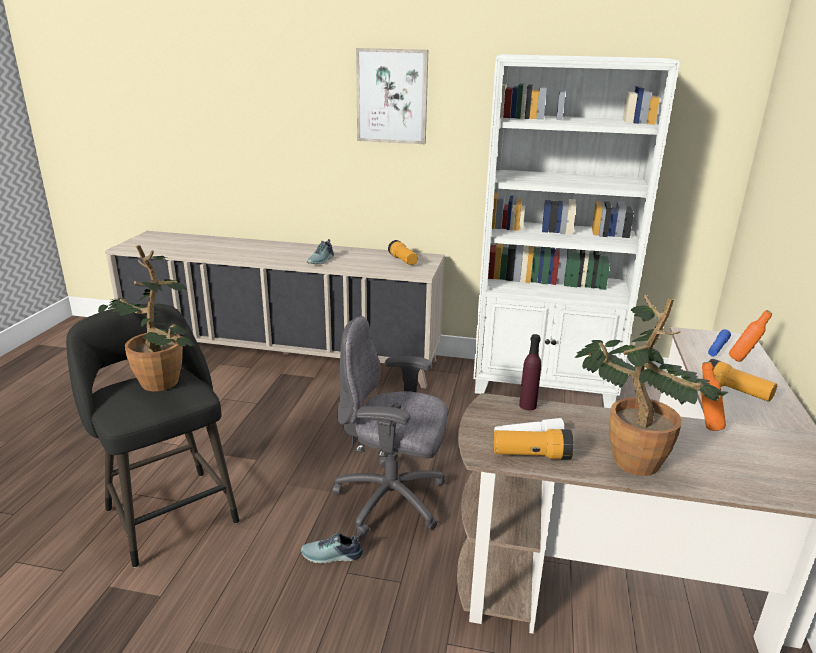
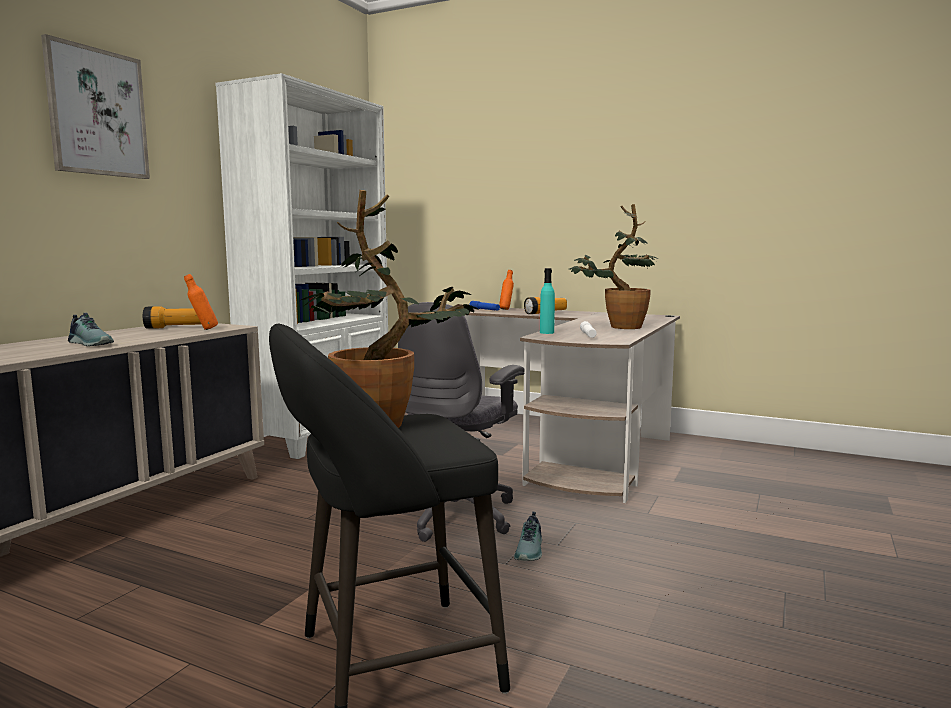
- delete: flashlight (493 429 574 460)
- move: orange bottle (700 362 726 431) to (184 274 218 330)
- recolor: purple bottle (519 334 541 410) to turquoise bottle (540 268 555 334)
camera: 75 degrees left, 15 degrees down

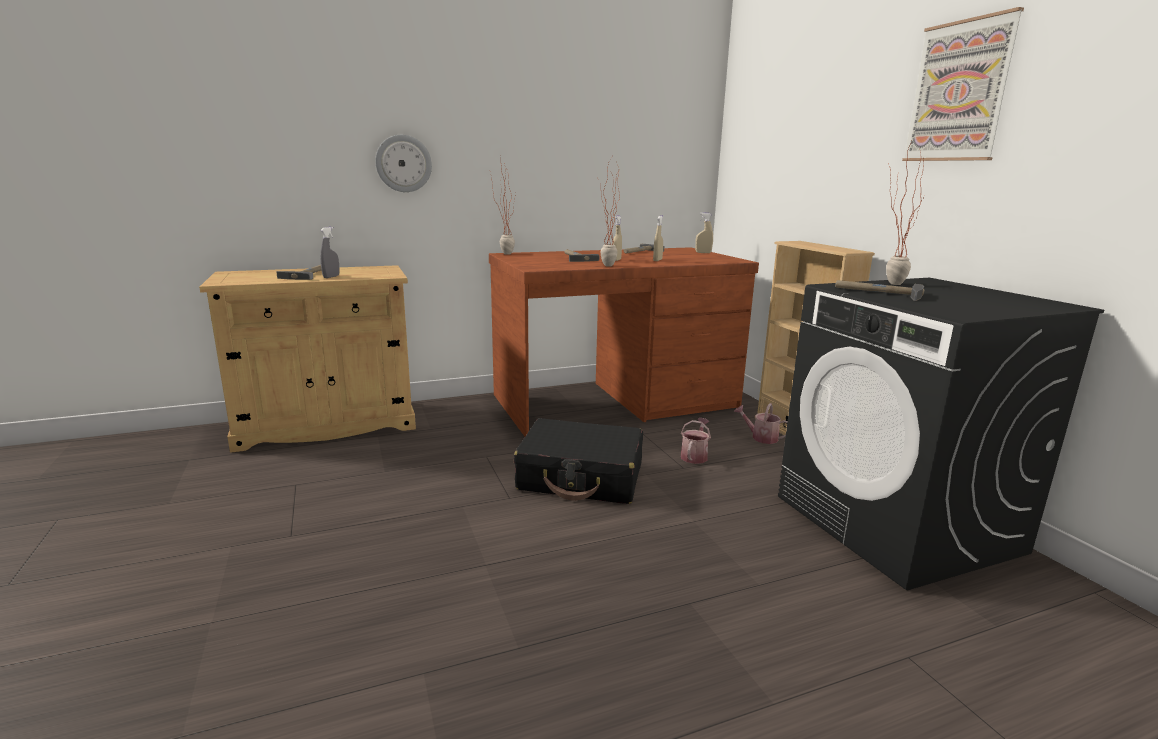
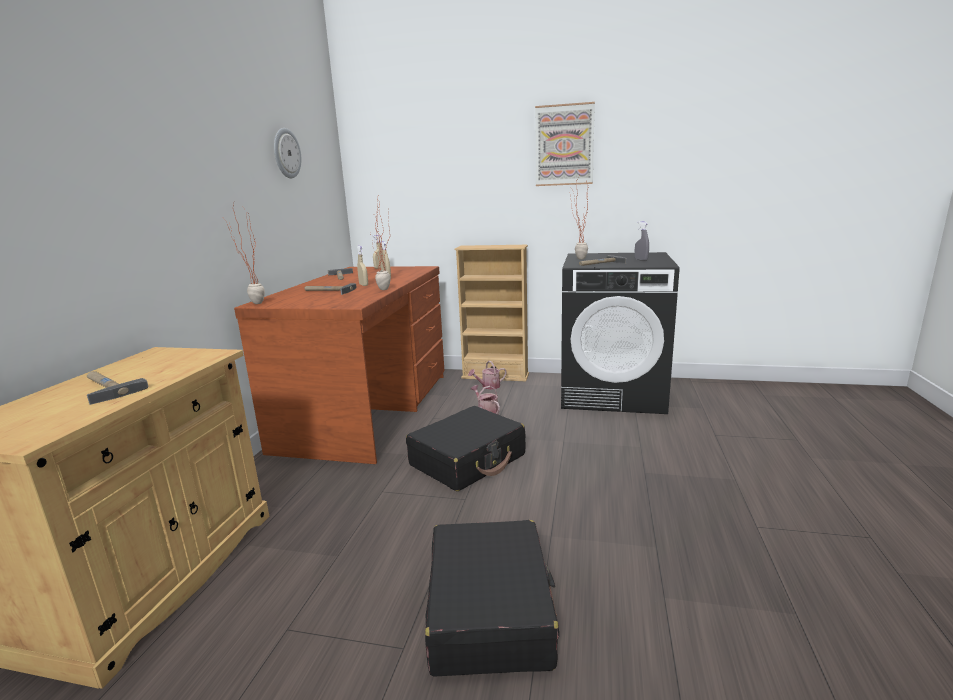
- insert: black suitcase (425 520 559 676)
- move: grey spray bottle (320 227 340 278) to (635 221 649 261)
- move: wall clock (375 135 432 192) to (274 128 301 178)
camera: 55 degrees left, 0 degrees up

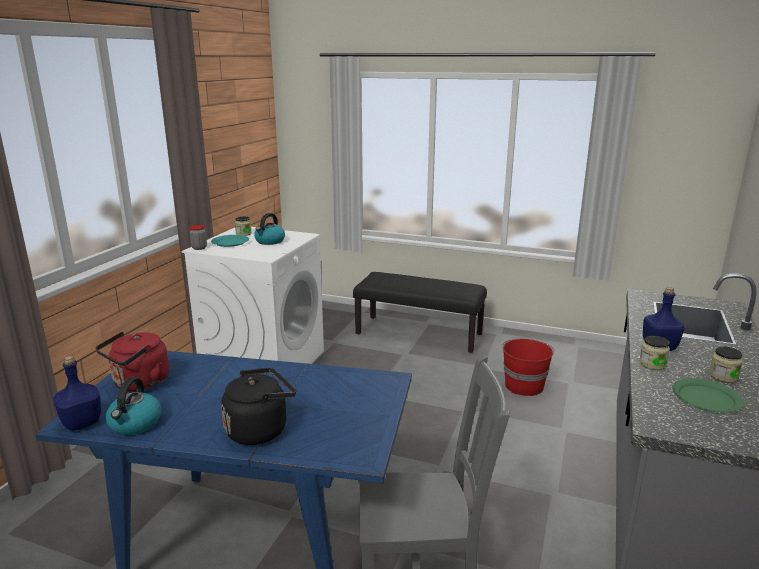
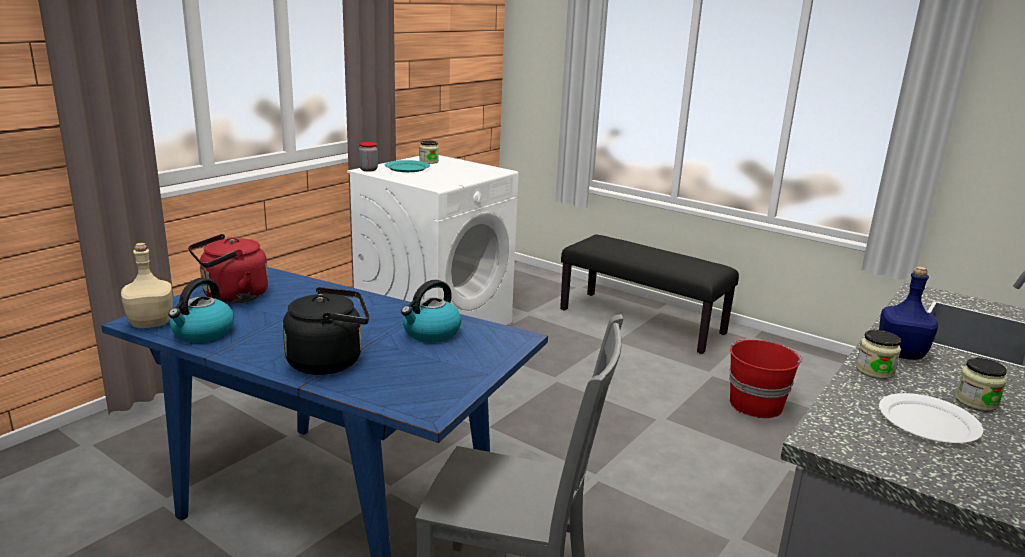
- move: kettle (254 213 285 245) to (401 280 461 342)
- recolor: blue bottle (53 356 101 431) to beige bottle (121 243 173 328)
- recolor: green plate (672 378 744 412) to white plate (879 393 983 443)
camera: 15 degrees right, 0 degrees up

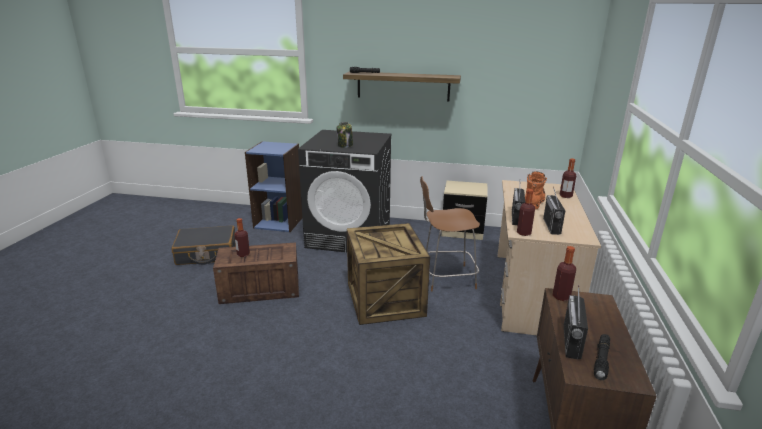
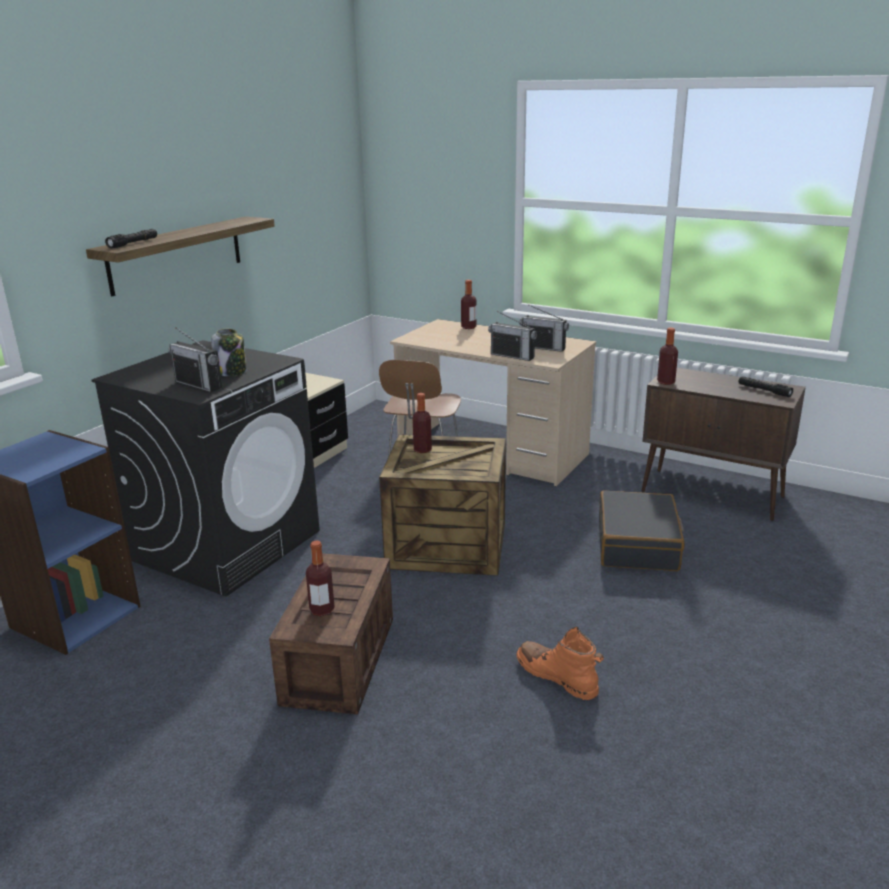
- move: black suitcase (171 225 236 265) to (599 491 684 571)
- move: bottle (517 189 535 236) to (412 393 432 453)
- move: orange boot (525 171 547 210) to (516 627 604 700)
- move: radio (564 285 588 359) to (168 327 222 392)
camera: 70 degrees left, 0 degrees up

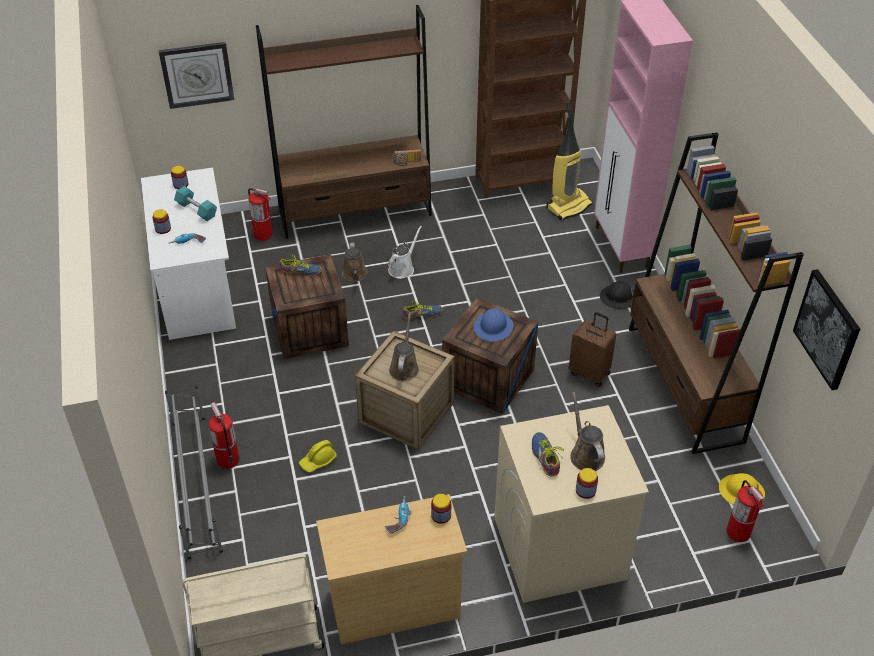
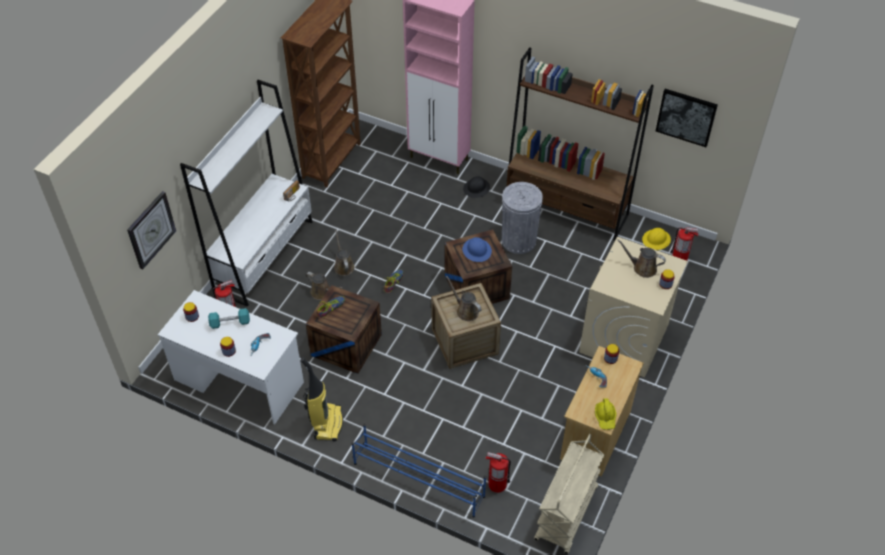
- delete: shoe (532 432 564 477)
- move: fire extinguisher (209 402 240 469) to (485 452 511 493)
- move: yellow hard hat (299 440 337 473) to (595 398 616 430)
- move: vacuum cleaner (546 101 593 220) to (300 357 343 442)
- replace: brown suitcase (569 312 616 387) to grey trash can (502 182 543 254)
- recolor: grey shoe rack (165 385 223 559) to blue shoe rack (352 424 486 518)
- recolor: brown bookcase (256 5 432 239) to white bookcase (180 80 312 307)
- recolor: white watering can (388 226 422 279) to brown watering can (334 230 355 276)
camera: 50 degrees left, 5 degrees up

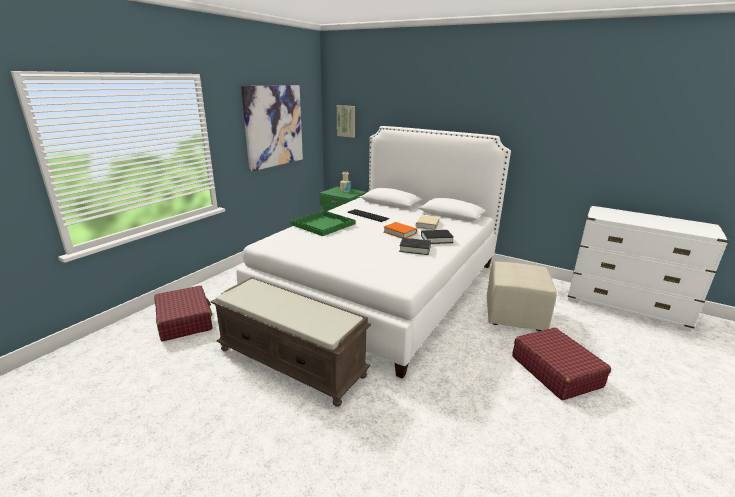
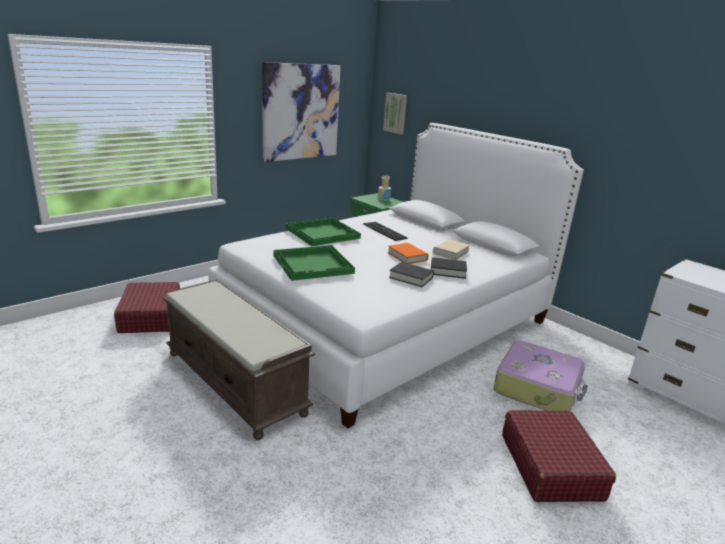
- insert: green tray (273 245 355 281)
- replace: beige ottoman (487 261 557 331) to suitcase (493 340 588 411)
camera: 15 degrees right, 0 degrees up

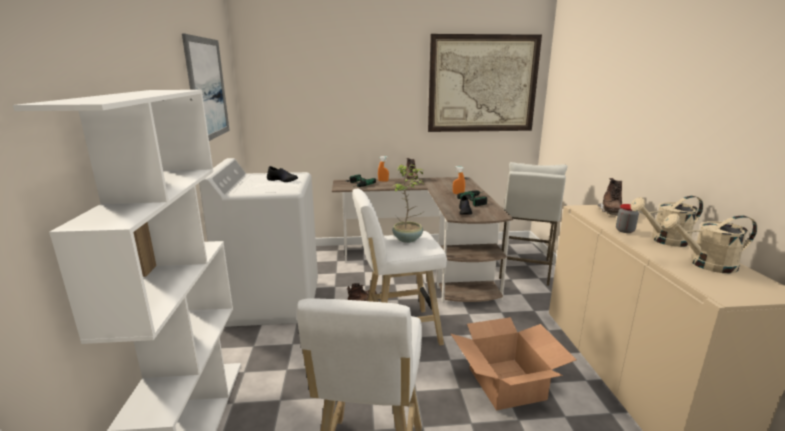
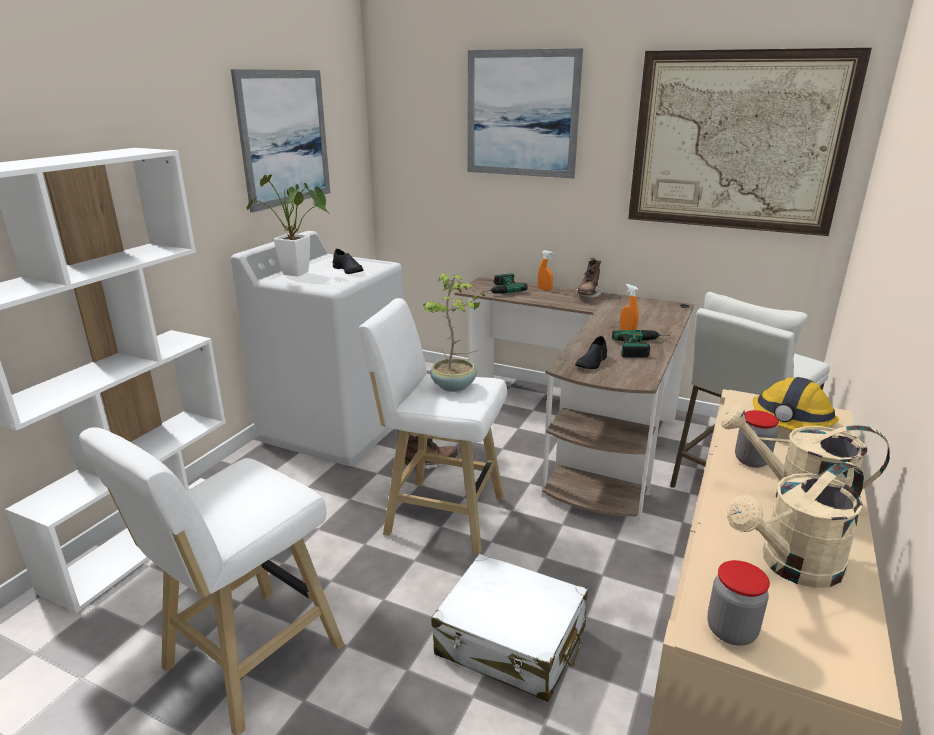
- insert: potted plant (247 175 329 277)
- insert: picture (468 48 583 179)
- insert: jar (707 560 770 646)
- replace: cardboard box (451 317 577 410) to white suitcase (431 554 588 702)
- replace: brown boot (598 178 622 215) to hard hat (753 377 839 431)
- rotate: beige watering can (663 213 757 273) = (727 462 864 588) 60 degrees counterclockwise
camera: 30 degrees right, 5 degrees up

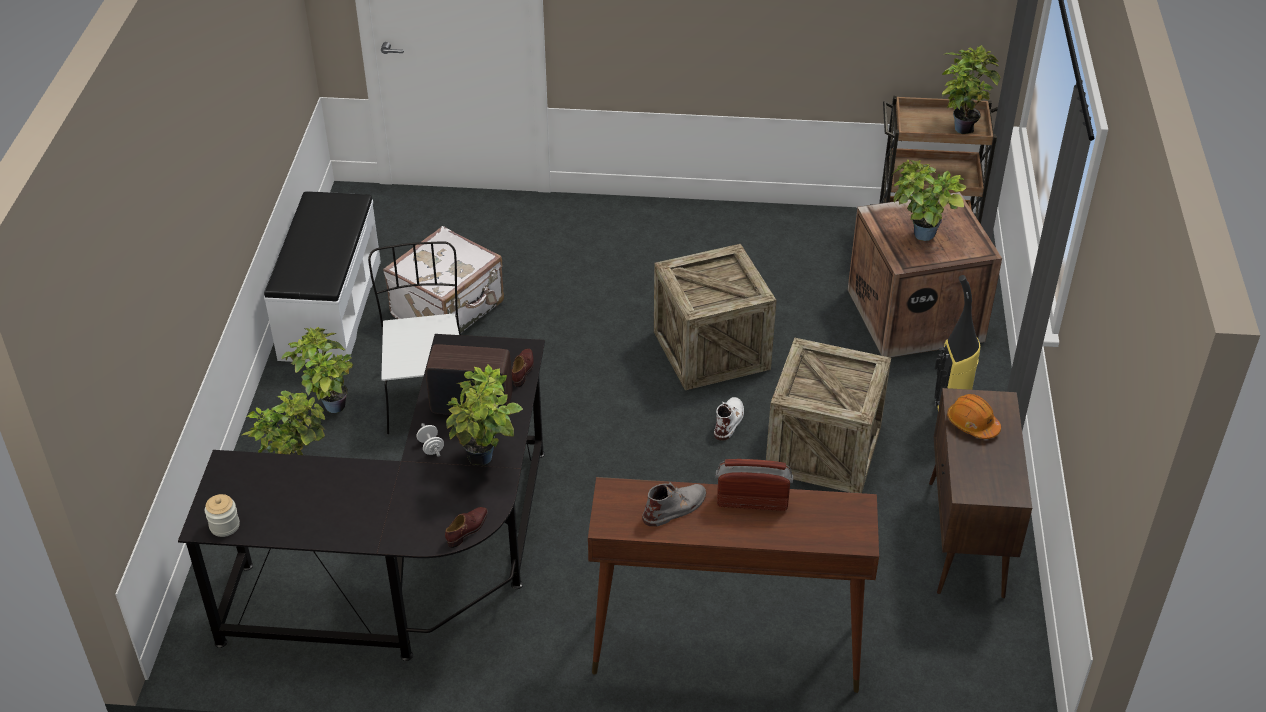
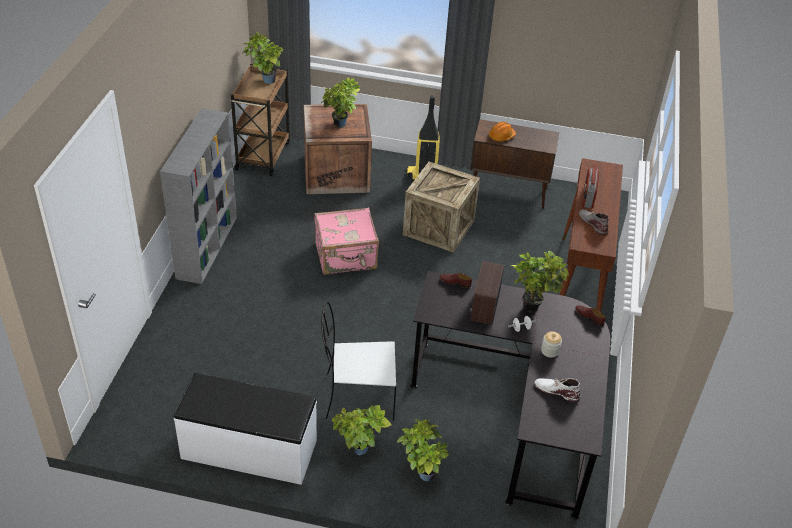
- delete: white suitcase (383 226 504 333)
- insert: grey bookcase (160 108 237 284)
- move: jar (205 494 240 537) to (541 331 562 358)
- move: white boot (714 397 744 441) to (534 378 580 402)
- replace: crate (654 244 776 390) to pink suitcase (314 207 379 275)
camera: 85 degrees left, 0 degrees up

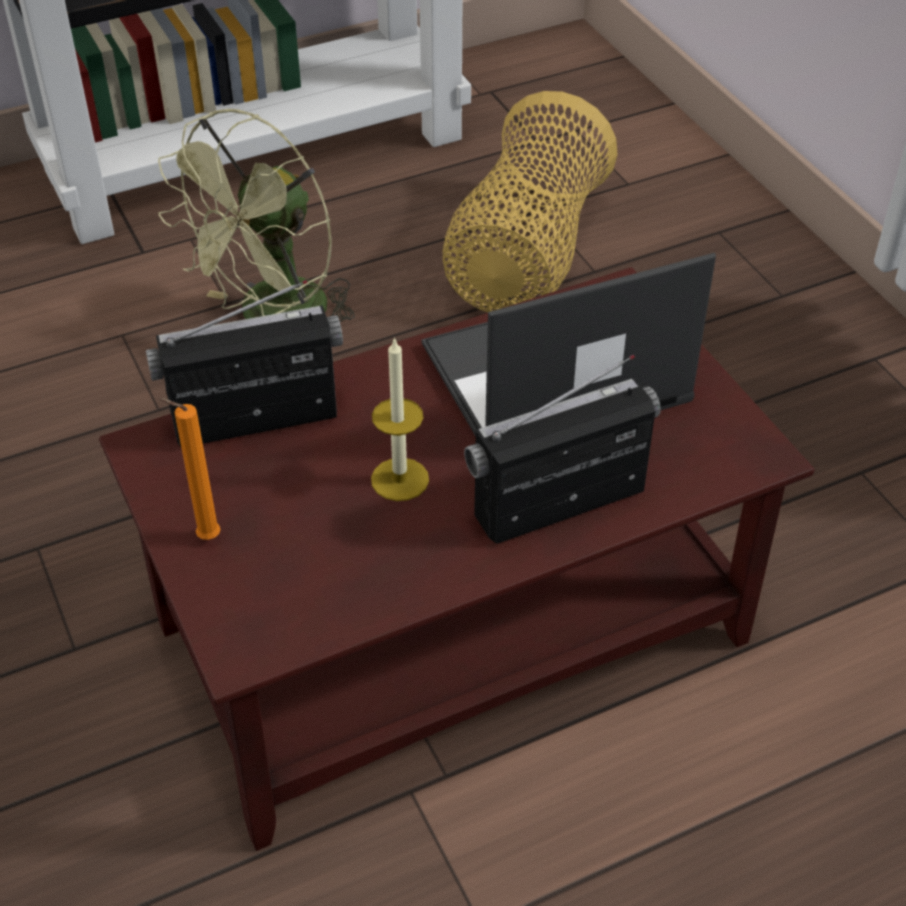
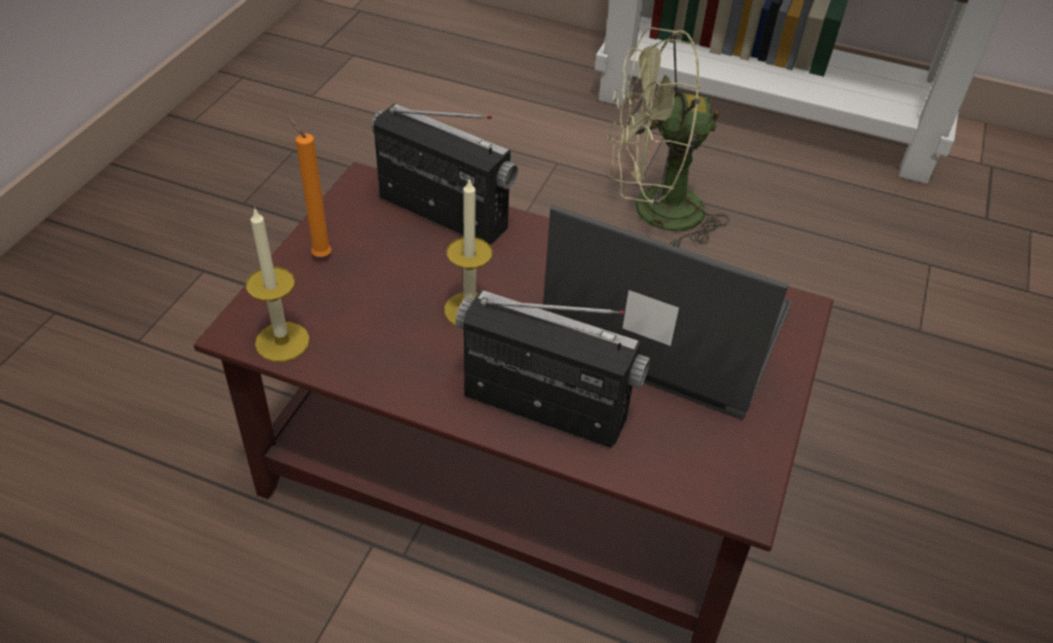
- delete: basket (443 91 618 312)
- insert: candle (245 207 310 362)
camera: 45 degrees right, 0 degrees up

